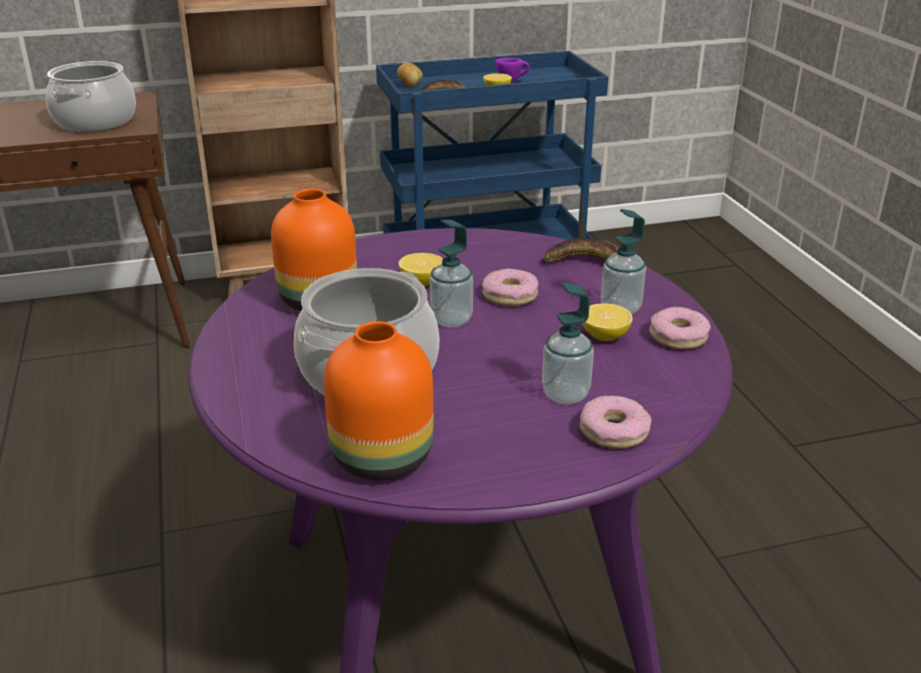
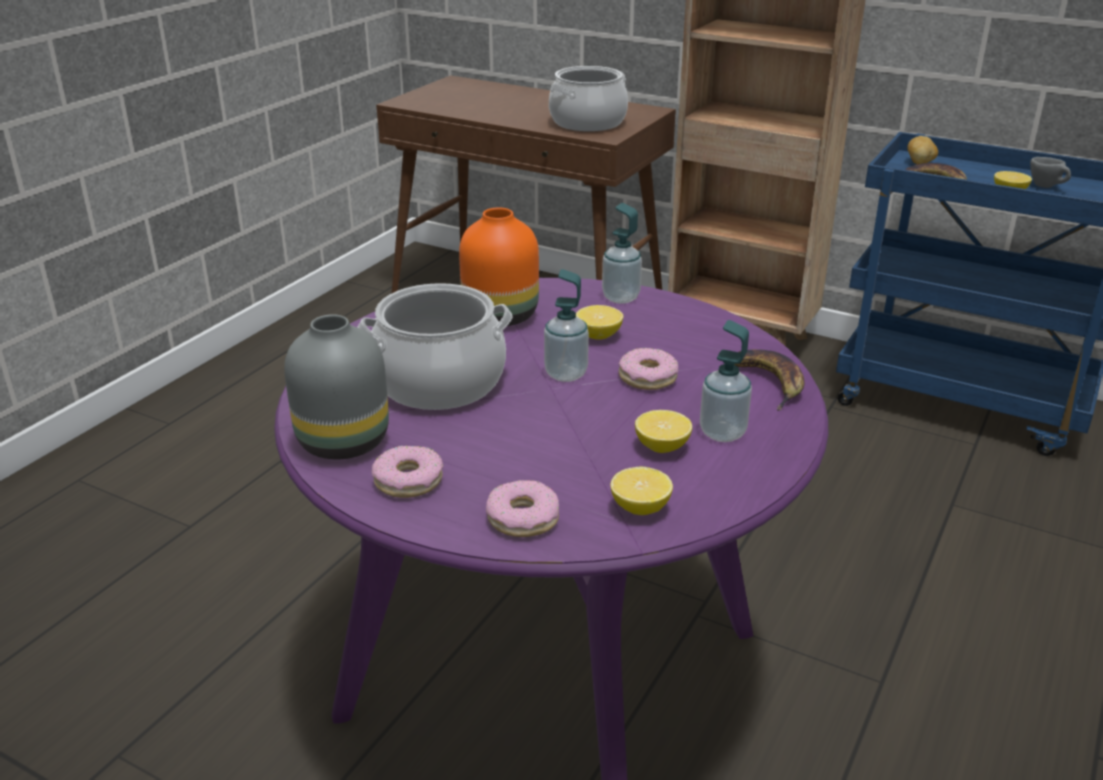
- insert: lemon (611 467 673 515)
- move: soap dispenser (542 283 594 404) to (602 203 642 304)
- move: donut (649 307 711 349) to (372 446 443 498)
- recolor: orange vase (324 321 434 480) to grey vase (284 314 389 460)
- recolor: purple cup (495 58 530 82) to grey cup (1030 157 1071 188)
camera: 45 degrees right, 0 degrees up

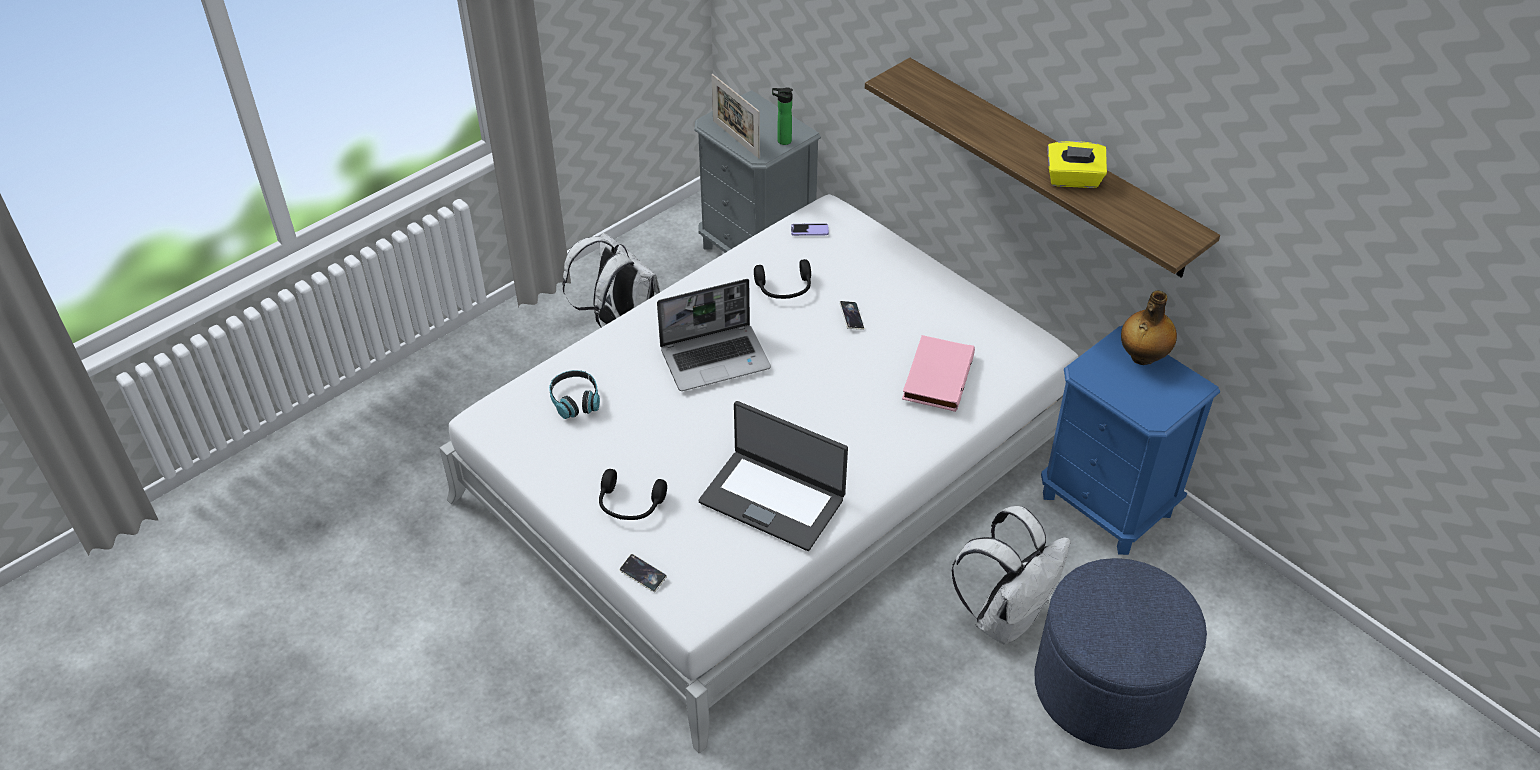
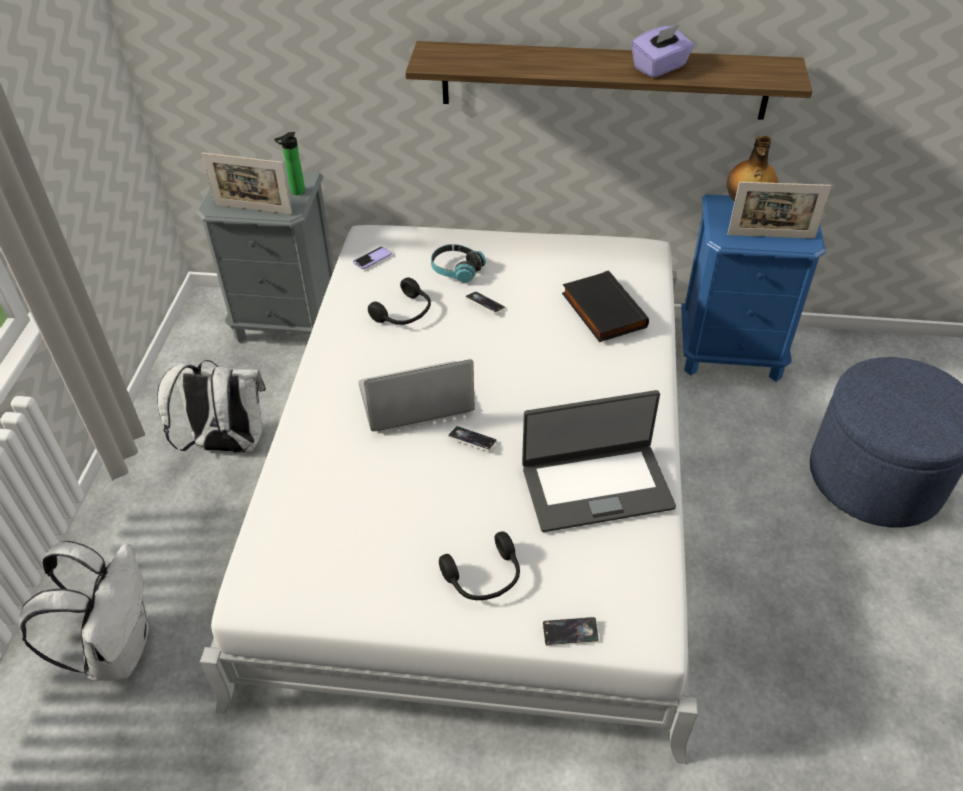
- insert: phone (448 426 497 451)
- insert: picture frame (727 182 831 239)
- move: headphones (549 370 600 419) to (431 244 486 283)
- move: white backpack (952 506 1071 644) to (19 541 149 681)
- recolor: pink book (902 335 975 412) to black book (562 270 649 342)
- recolor: yellow tissue box (1047 141 1107 188) to purple tissue box (632 25 694 78)
- rotate: laptop (657 279 771 391) = (359 359 475 432) 135 degrees counterclockwise
camera: 40 degrees left, 0 degrees up

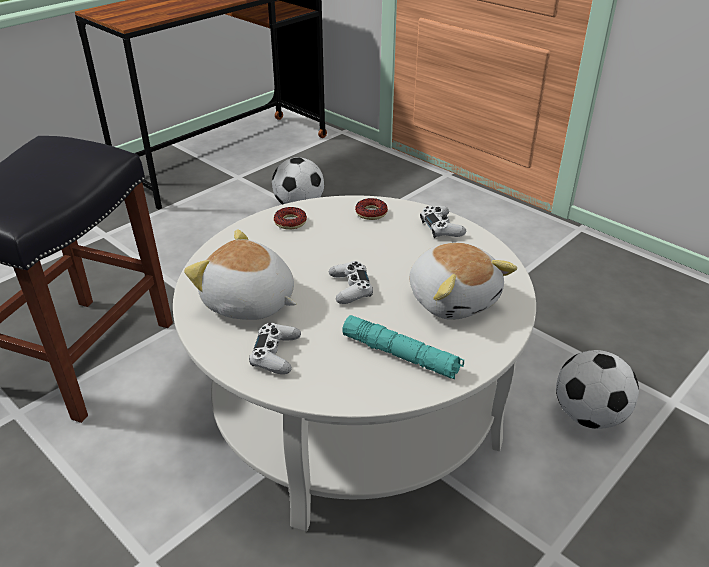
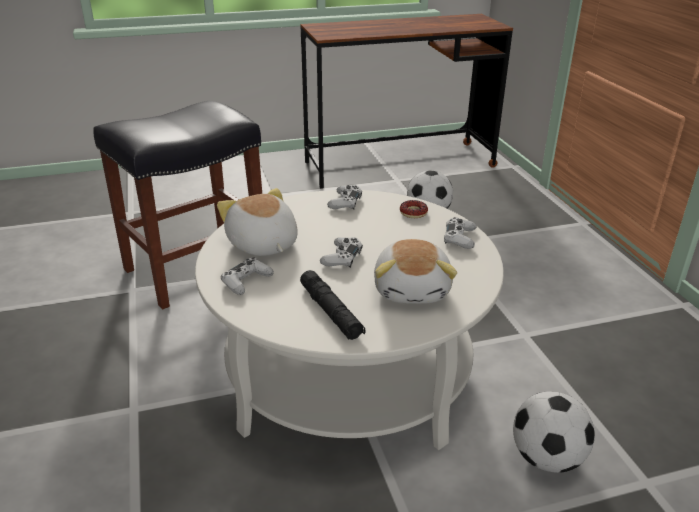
- replace: donut (274 207 307 230) to white game controller (327 185 362 210)
- recolor: turquoise flashlight (342 315 464 379) to black flashlight (300 270 366 340)
camera: 30 degrees right, 5 degrees down

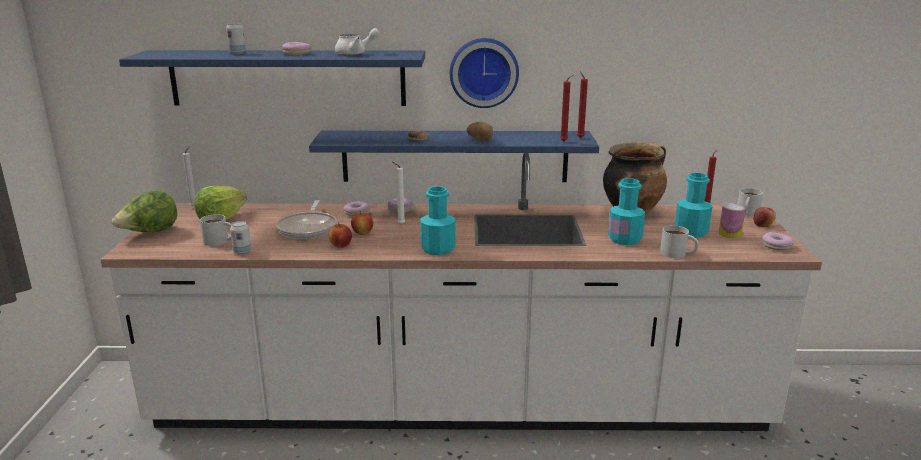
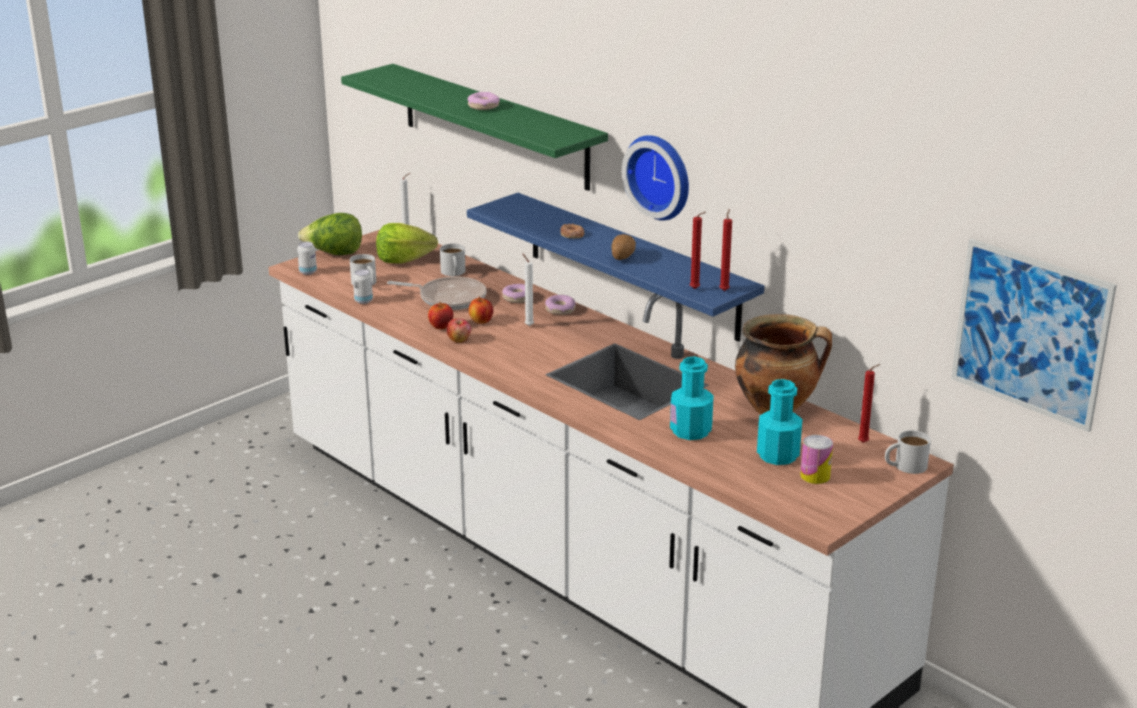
- delete: white teapot (335 28 380 55)
- delete: turquoise bottle (420 186 455 255)
- delete: donut (762 232 794 251)
- insert: picture (951 239 1117 432)
- move: can (226 23 246 54) to (297 241 317 275)
- move: white mug (660 225 699 258) to (440 244 466 276)
- move: apple (753 207 776 227) to (447 318 471 343)
- recolor: blue shelf (119 50 425 106) to green shelf (341 64 608 191)
- rotate: frying pan (276 200 337 239) = (387 276 486 310) 120 degrees counterclockwise
camera: 45 degrees right, 5 degrees up

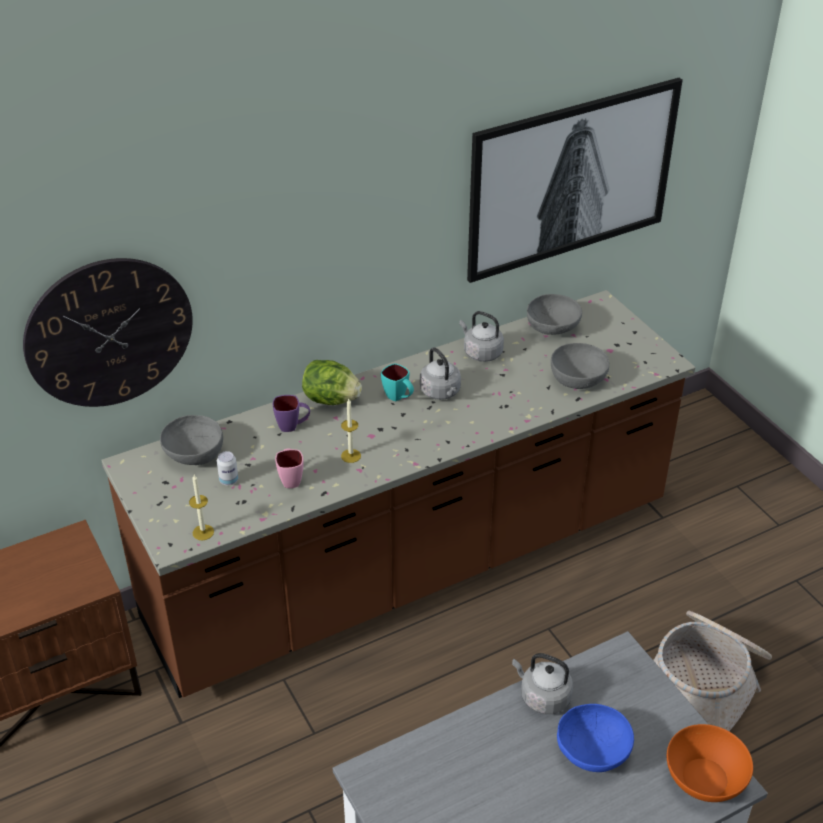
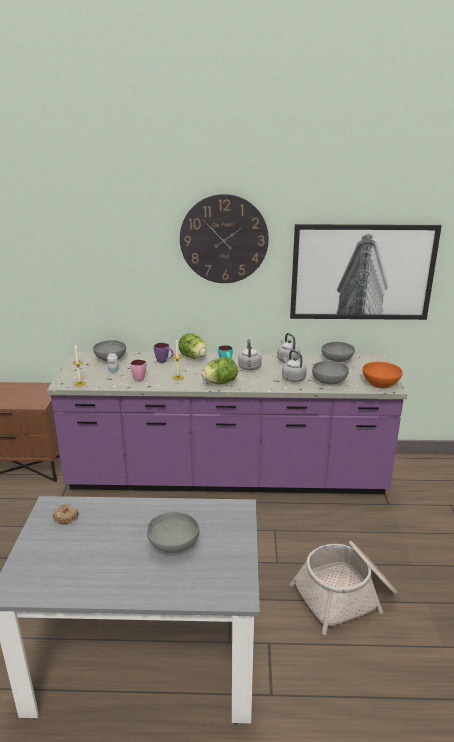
- insert: donut (53 503 78 525)
- insert: lettuce (202 357 238 384)
- move: wall clock (23 258 193 407) to (180 194 269 283)
- move: grey kettle (512 653 573 714) to (282 350 307 382)
- move: orange bowl (667 724 753 802) to (362 362 403 388)
- recolor: brown counter (101 290 695 698) to purple counter (47 351 407 494)
- recolor: blue bowl (557 704 634 772) to grey bowl (147 512 199 553)
camera: 30 degrees right, 15 degrees down

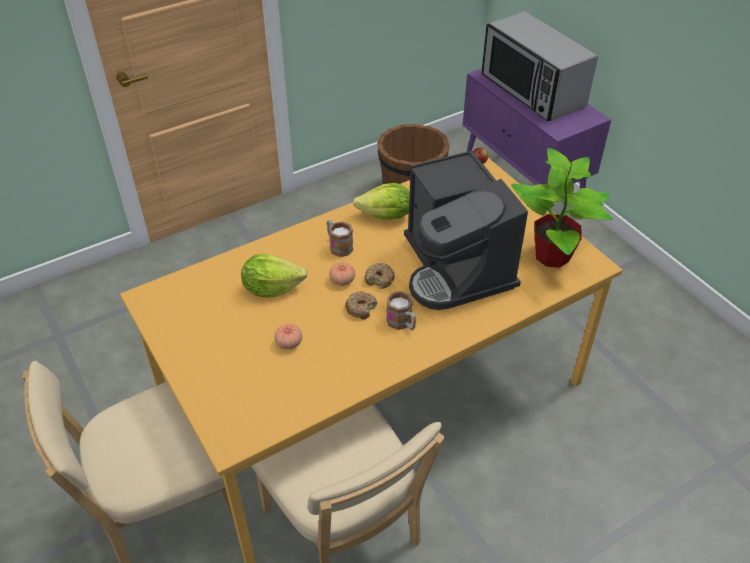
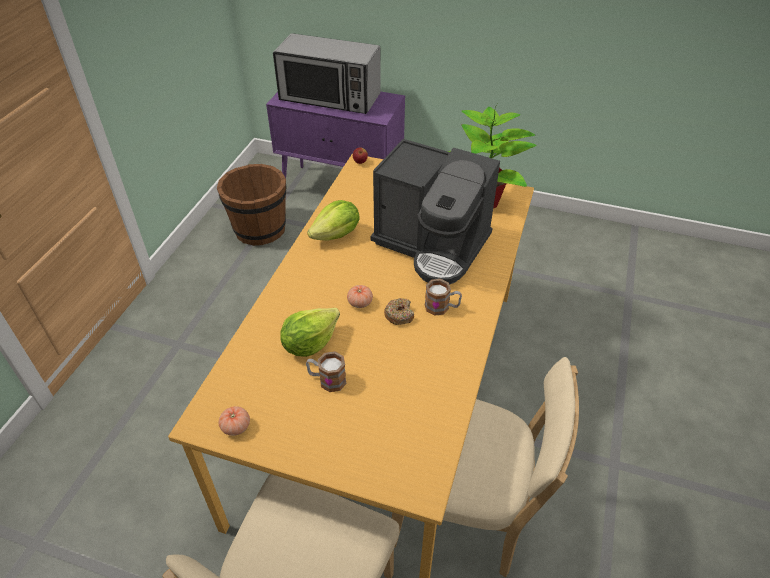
- delete: donut (365 263 395 289)
- move: tomato (274 324 302 349) to (219 406 250 436)
- move: mug (327 220 353 257) to (306 351 347 392)
camera: 40 degrees left, 0 degrees up

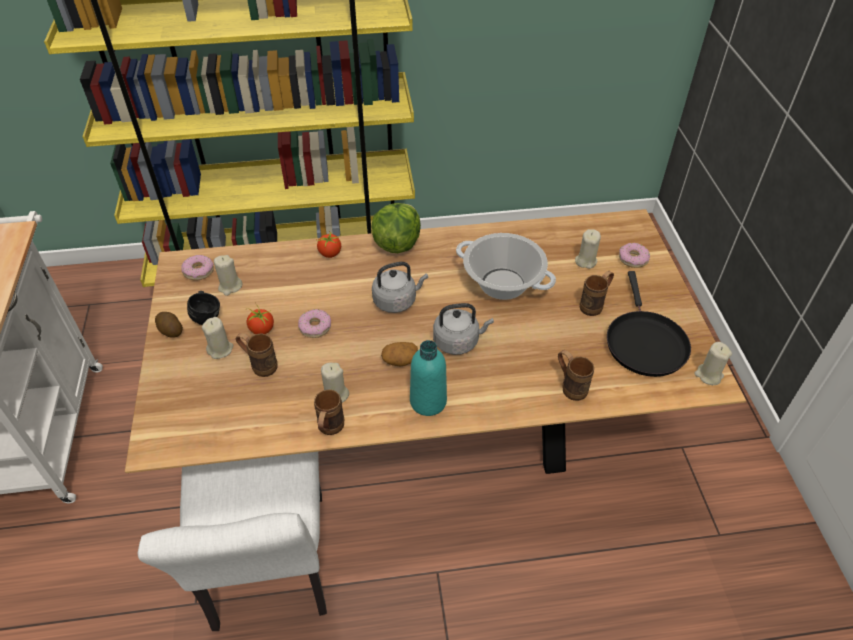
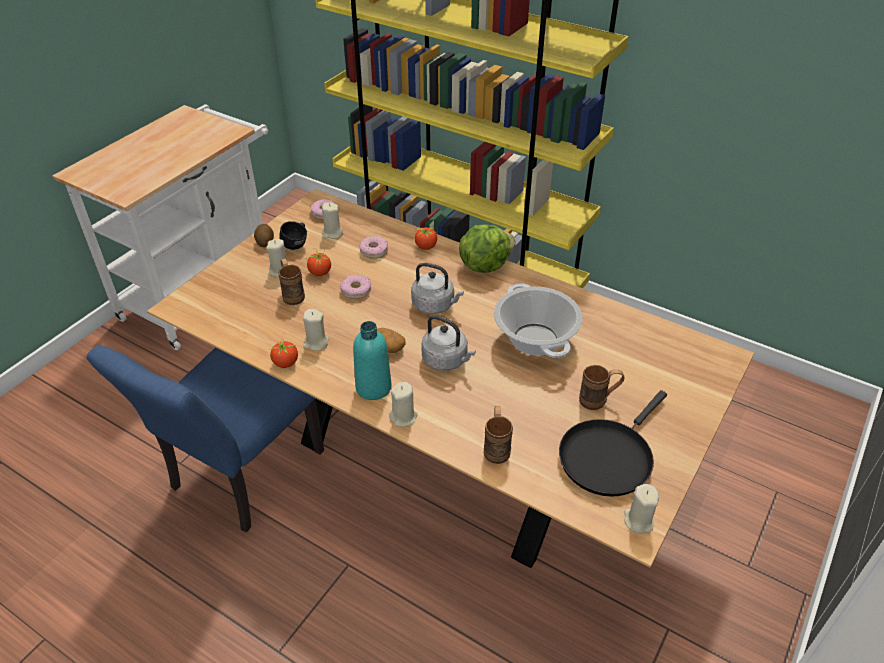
- move: beige candle (575 229 601 269) to (389 382 418 427)
- move: donut (619 243 650 268) to (359 236 388 259)
- replace: brown mug (314 389 345 435) to tomato (270 339 298 368)
- recolor: white chair (138 452 327 631) to blue chair (87 345 324 532)
camera: 40 degrees right, 5 degrees down

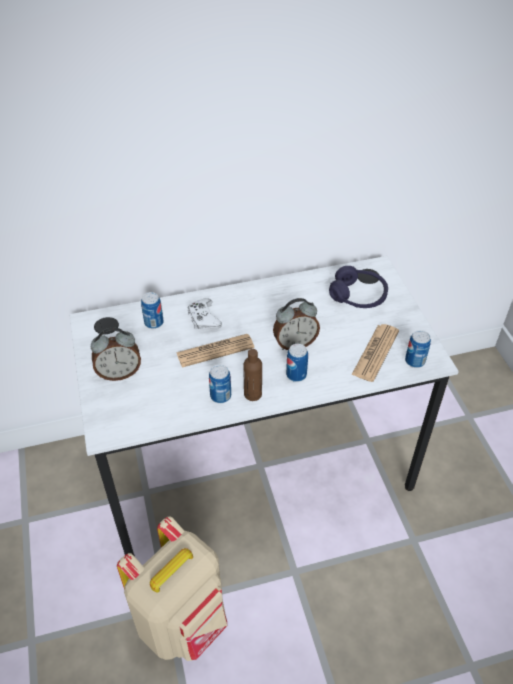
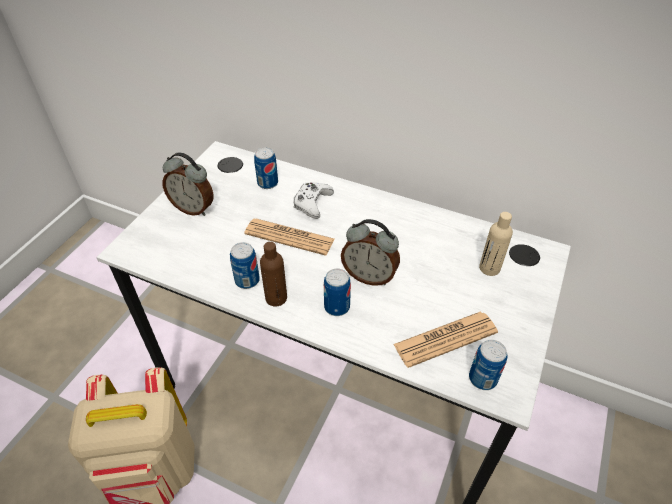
- replace: purple headphones (329 266 388 308) to beige bottle (479 212 513 276)
camera: 40 degrees right, 0 degrees up

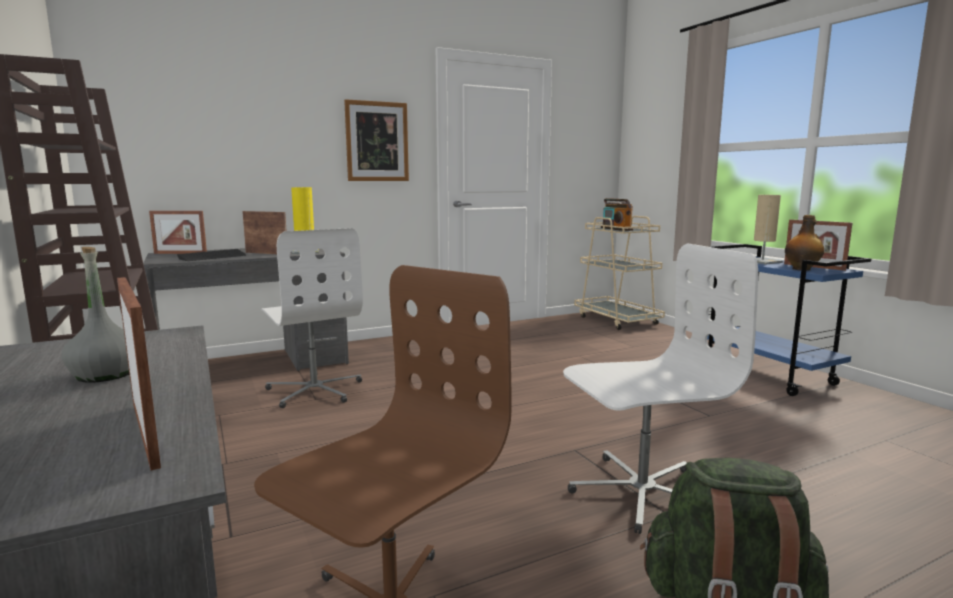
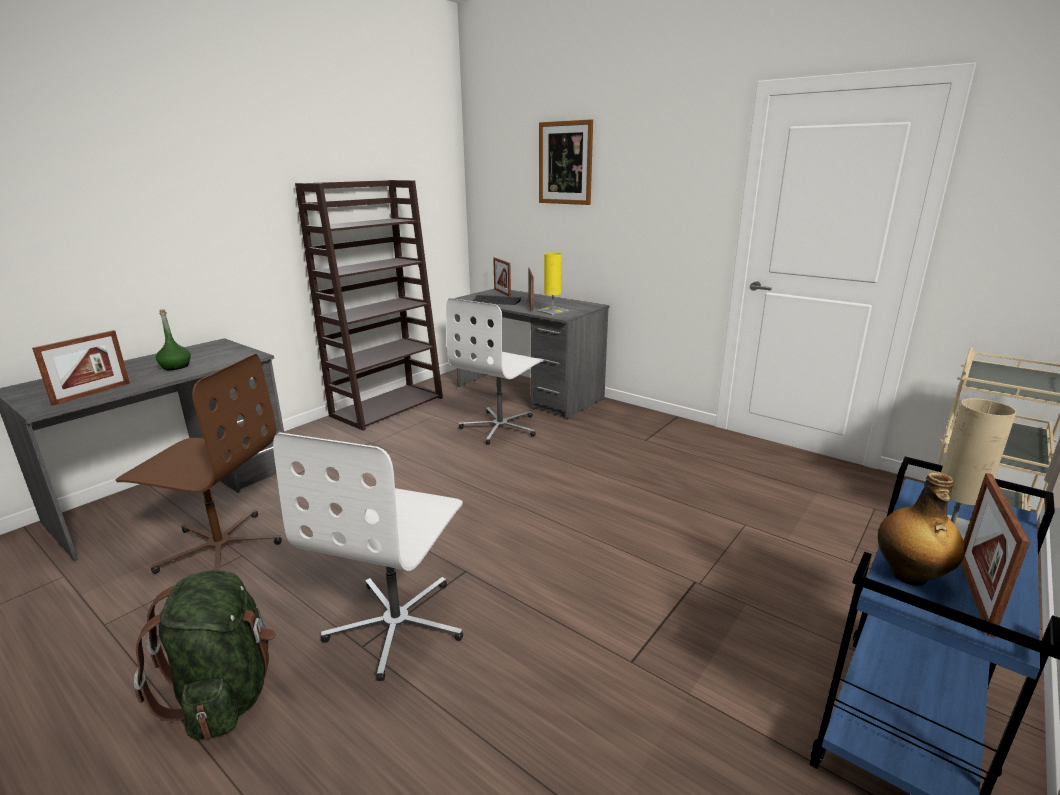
- delete: radio (601 198 633 231)
- move: picture (344 99 409 181) to (539 119 593 205)
- recolor: grey bottle (61 247 129 383) to green bottle (156 309 191 370)
- rotate: white office chair (563 244 758 534) = (273 432 463 681) 60 degrees clockwise
camera: 65 degrees right, 10 degrees up

